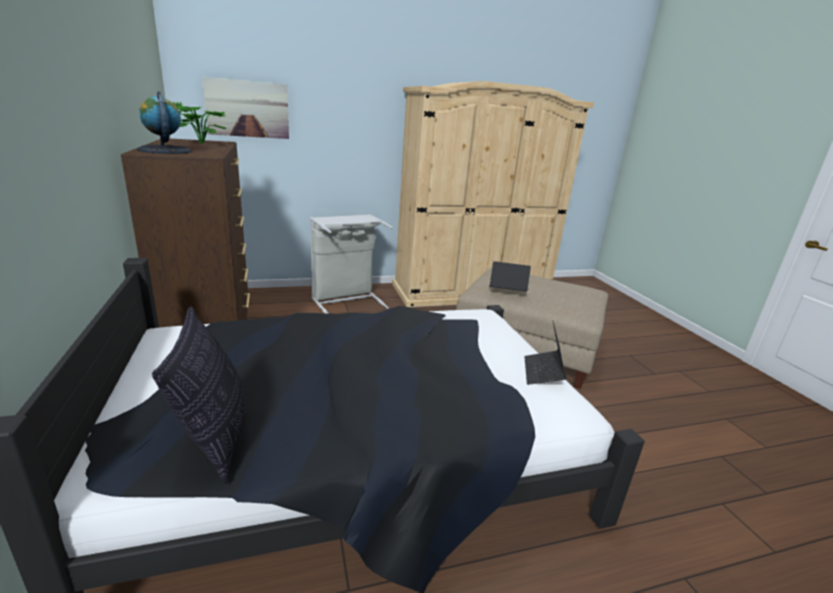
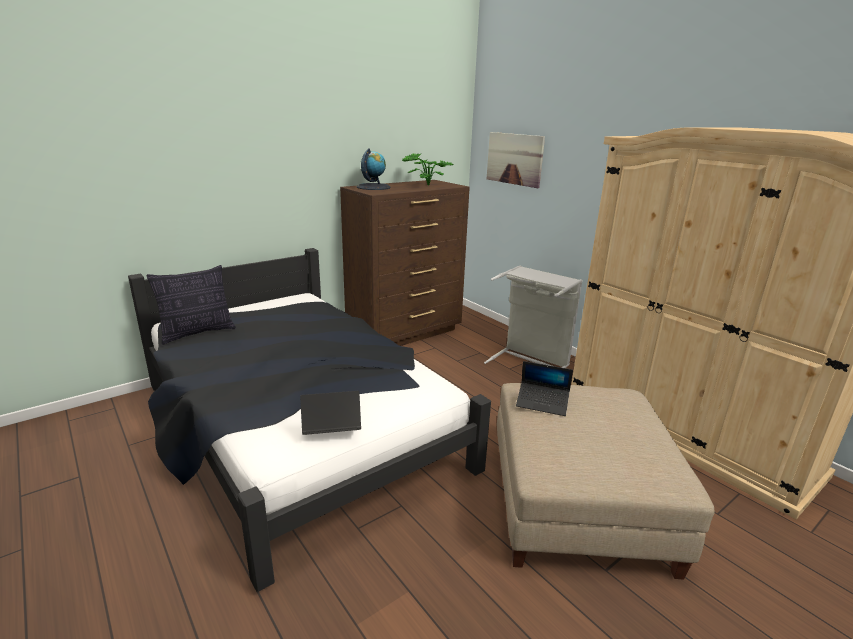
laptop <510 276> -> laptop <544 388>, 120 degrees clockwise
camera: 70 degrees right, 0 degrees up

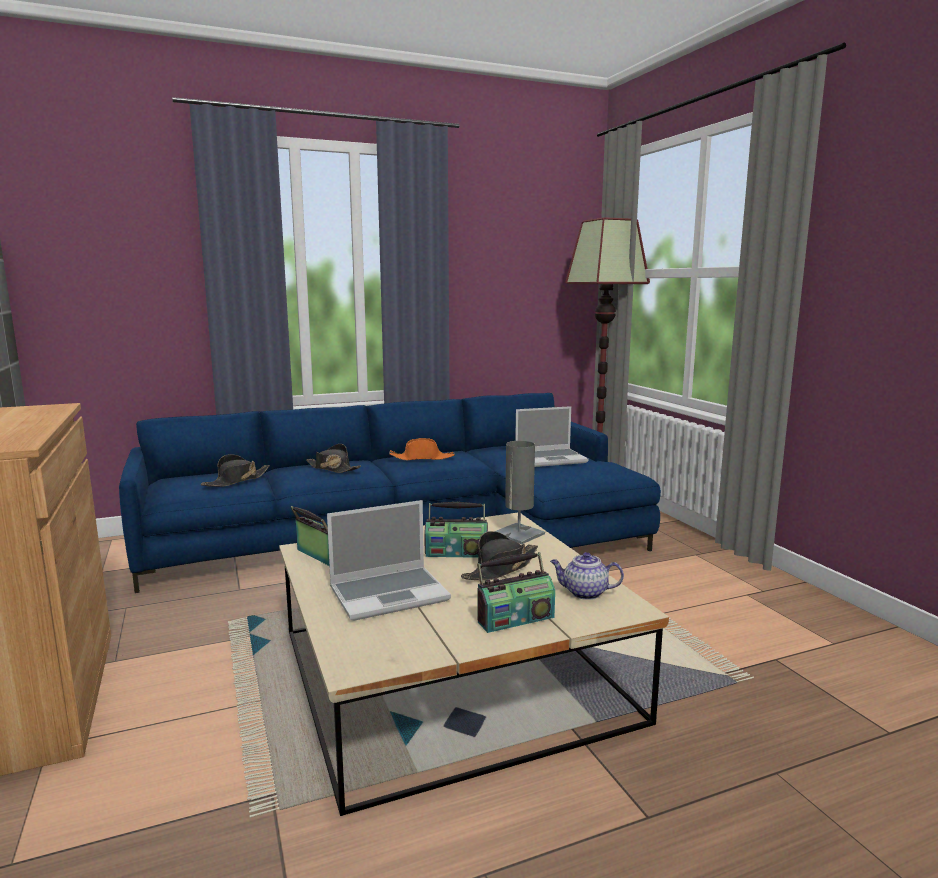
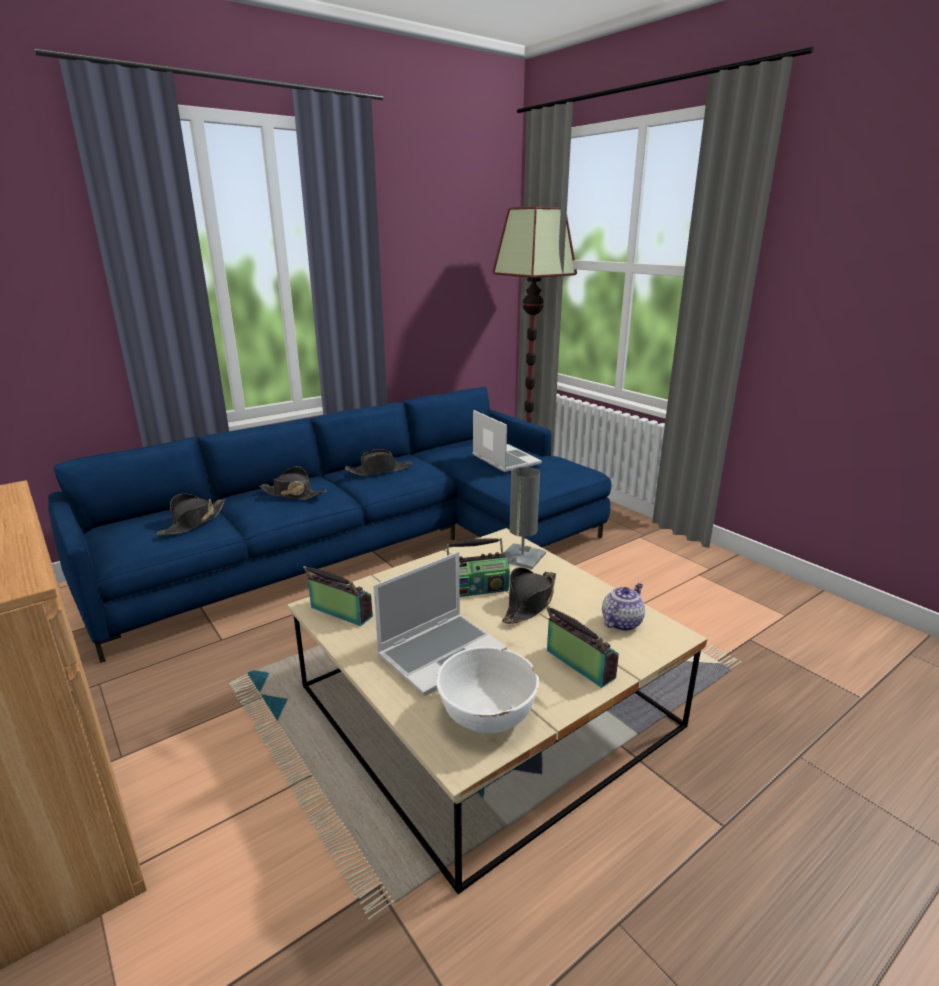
orange hat <422 449> -> black hat <378 462>
radio <516 592> -> radio <582 647>, 90 degrees counterclockwise
laptop <551 436> -> laptop <507 441>, 90 degrees counterclockwise
teapot <587 576> -> teapot <623 607>, 135 degrees clockwise
none -> white bowl <487 690>
camera: 15 degrees left, 10 degrees up

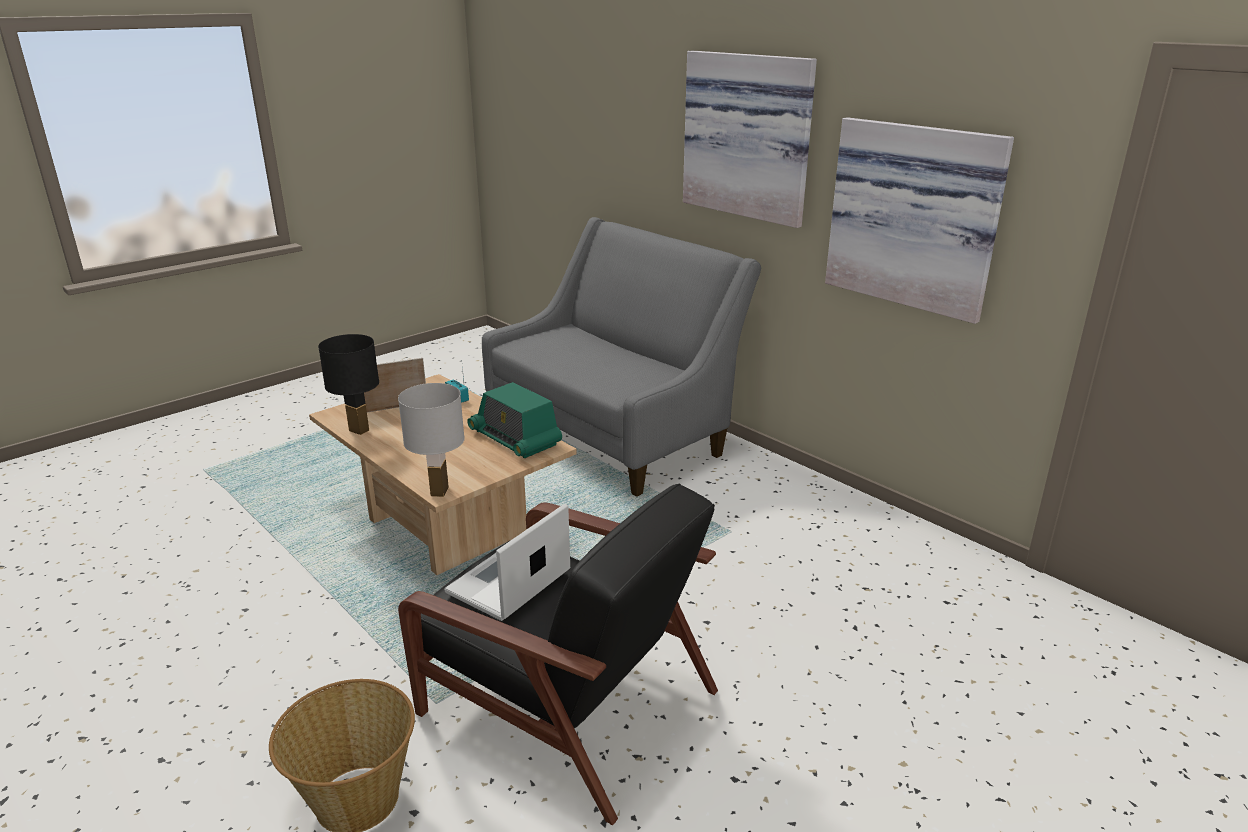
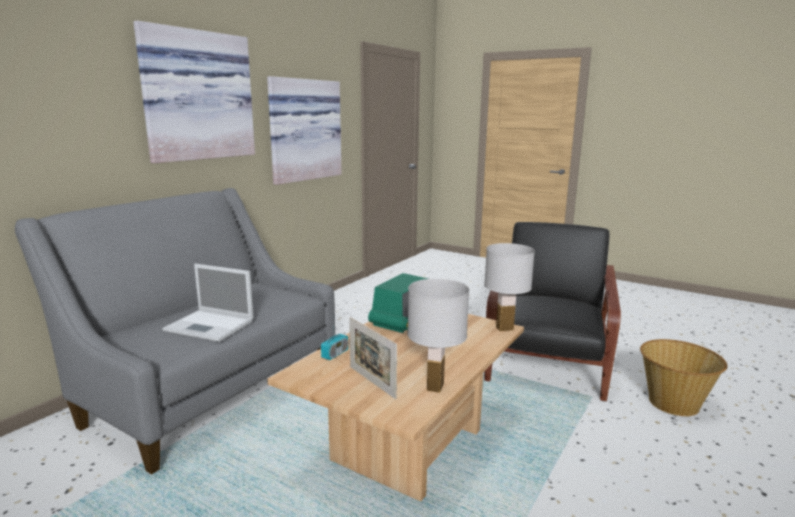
black table lamp <348 384> -> white table lamp <438 336>
laptop <507 562> -> laptop <208 303>, moved
camera: 105 degrees left, 10 degrees down

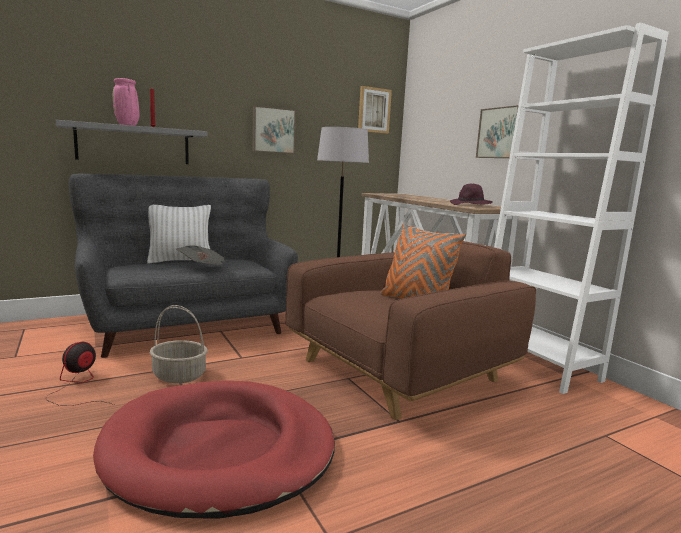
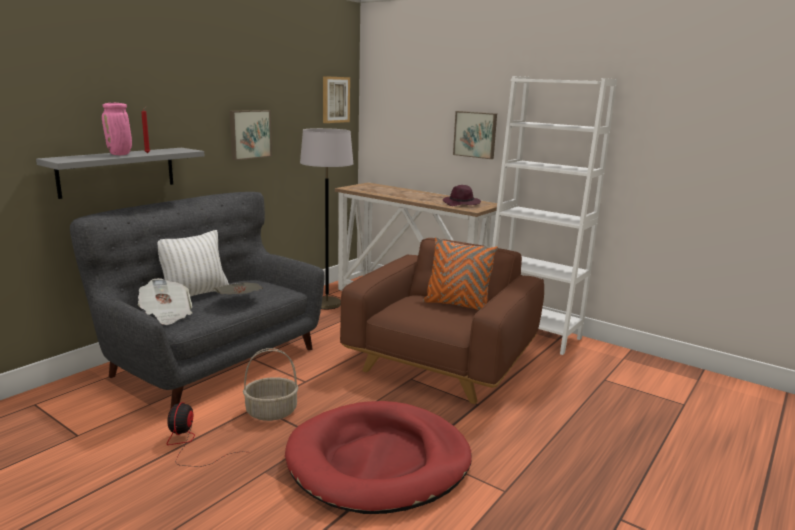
none -> newspaper <165 301>
camera: 25 degrees left, 5 degrees up

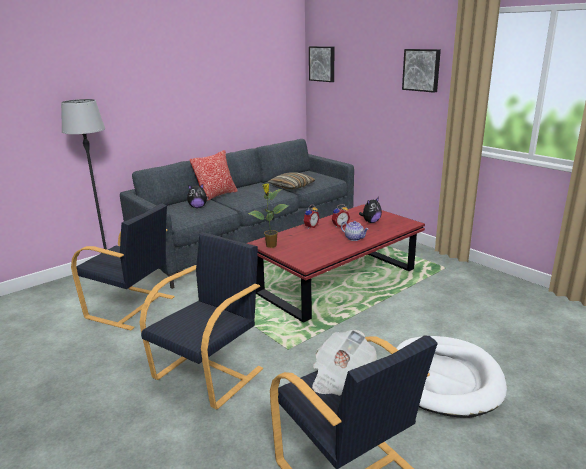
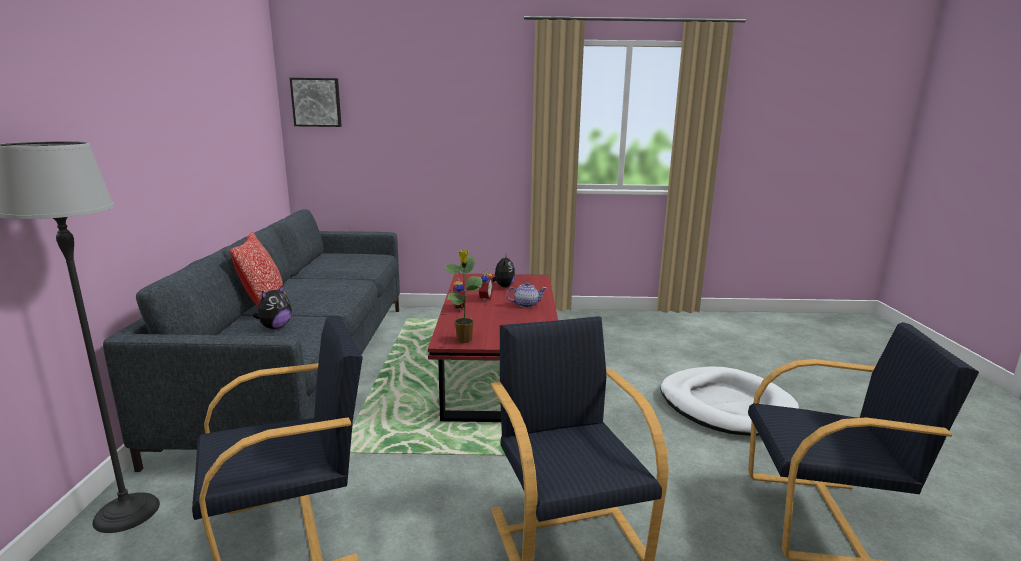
pillow <291 180> -> none
newspaper <344 363> -> none
picture <421 71> -> none
camera: 50 degrees left, 5 degrees down

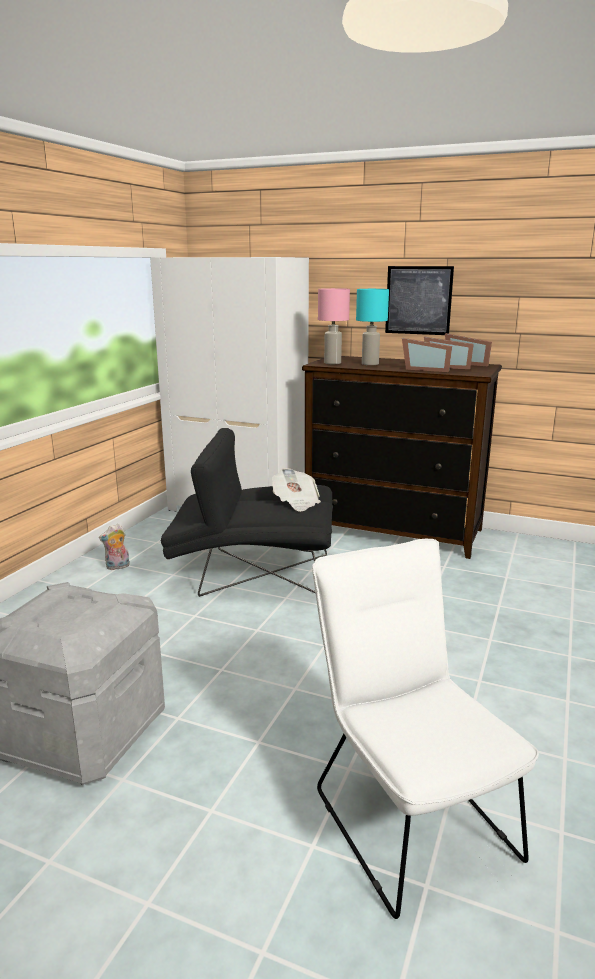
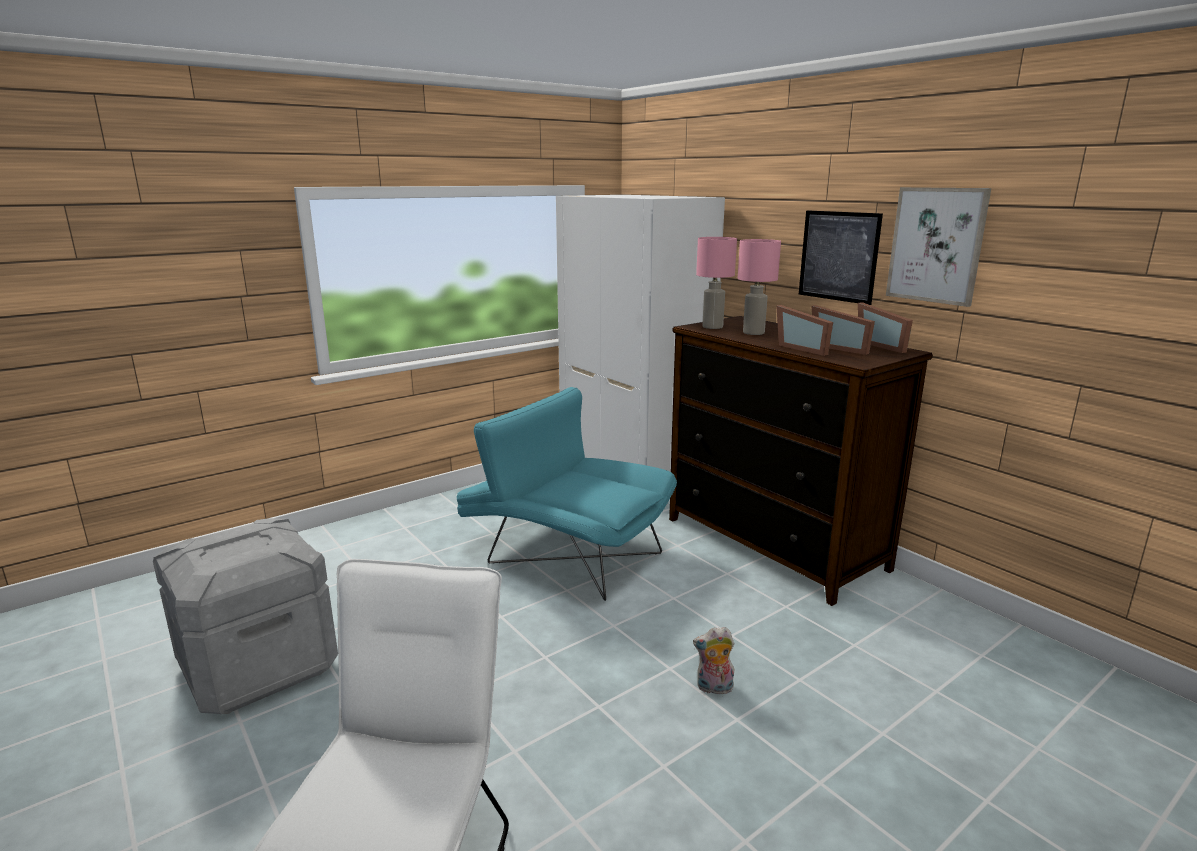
plush toy <114 547> -> plush toy <713 660>, moved
black armchair <247 512> -> turquoise armchair <566 494>
newspaper <296 490> -> none
turquoise table lamp <372 327> -> pink table lamp <759 287>
none -> picture <938 247>
camera: 30 degrees right, 0 degrees up

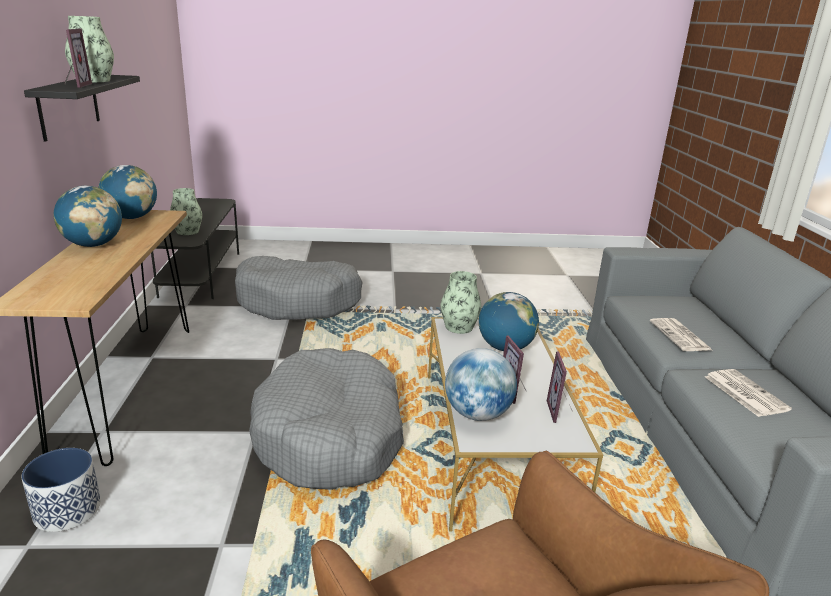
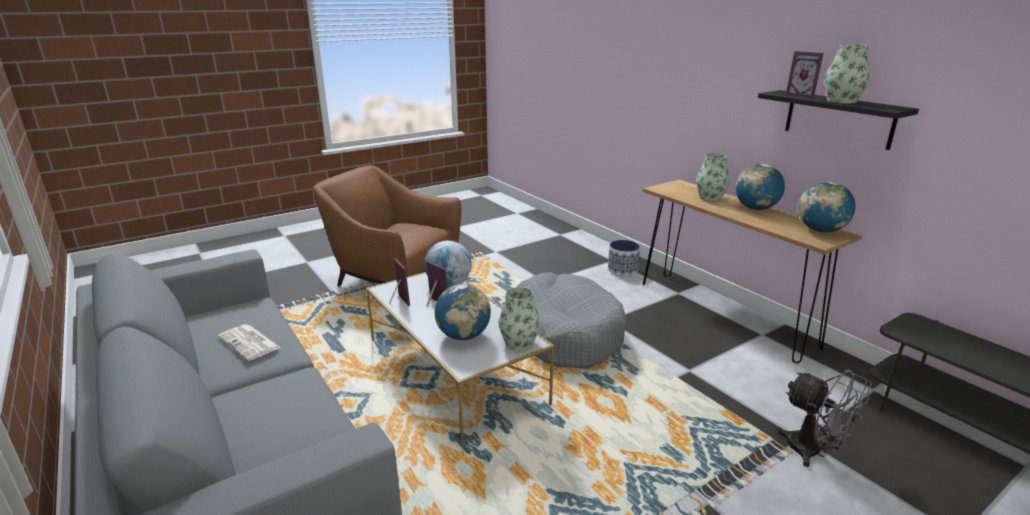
vase <186 211> -> vase <713 177>, moved
grey dog bed <299 288> -> grey fan <824 418>
newspaper <681 334> -> none
camera: 150 degrees right, 0 degrees up

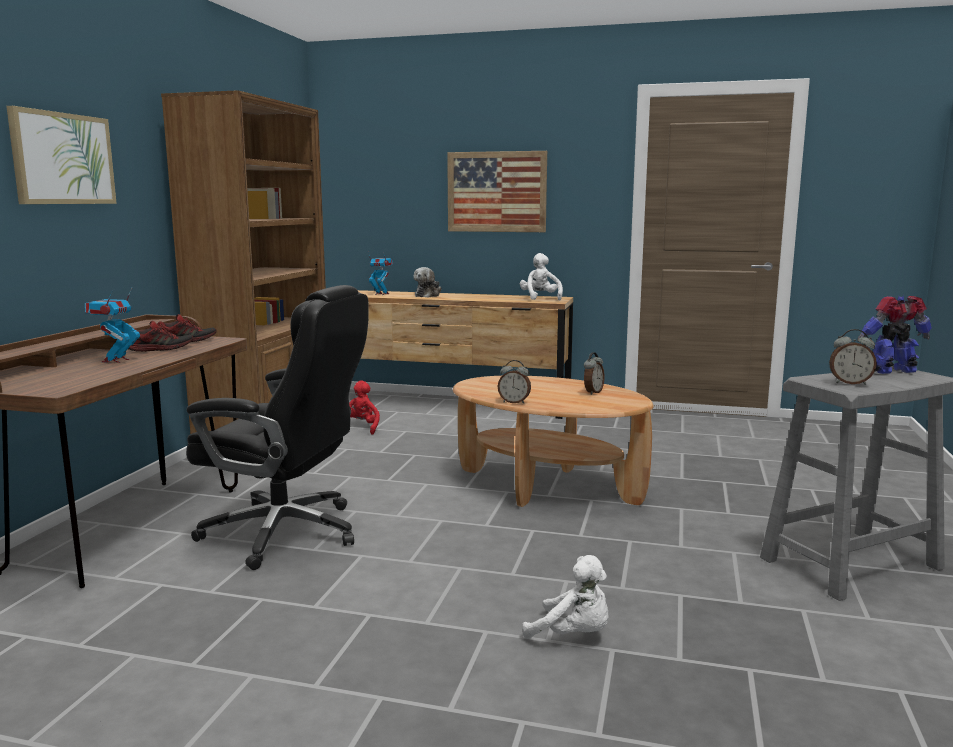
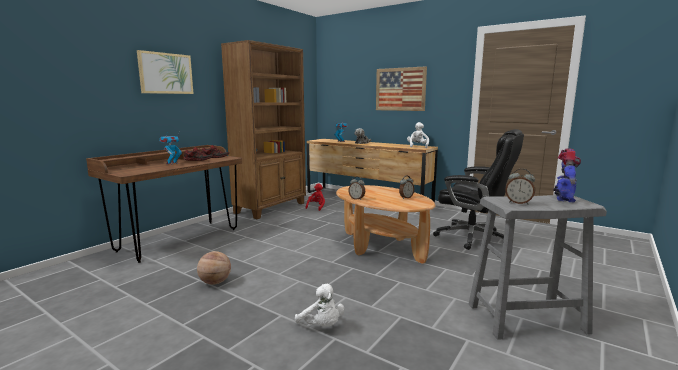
black office chair <277 427> -> black office chair <478 189>, moved
toy robot <894 334> -> toy robot <567 175>, 105 degrees clockwise
none -> basketball <214 267>
camera: 20 degrees right, 0 degrees up

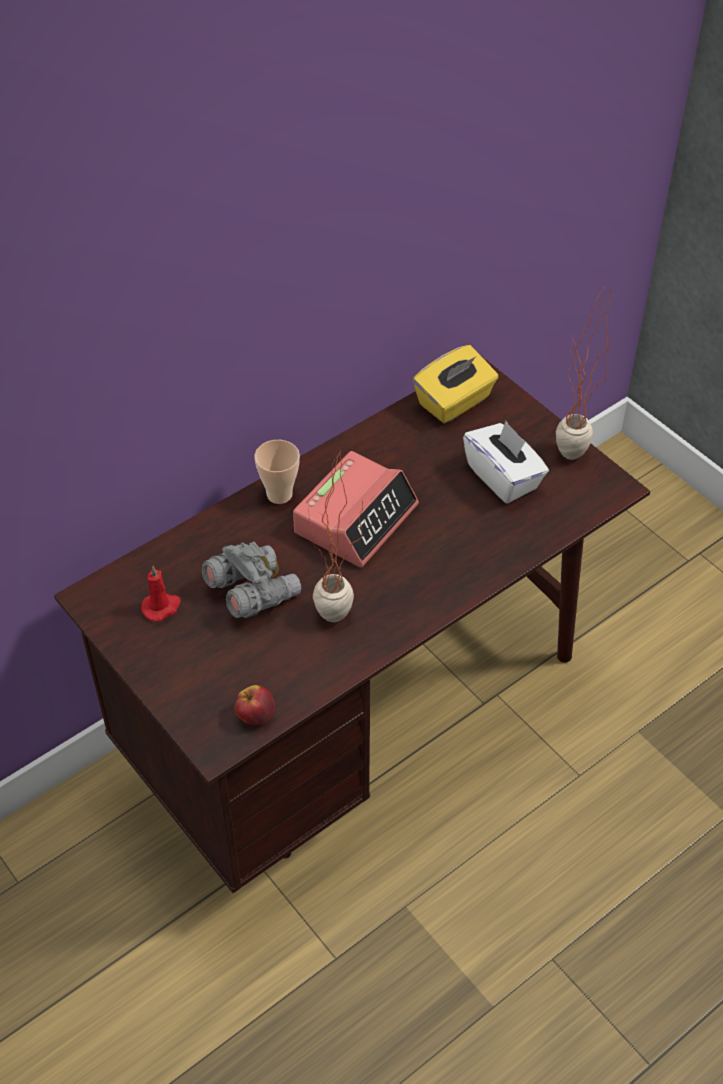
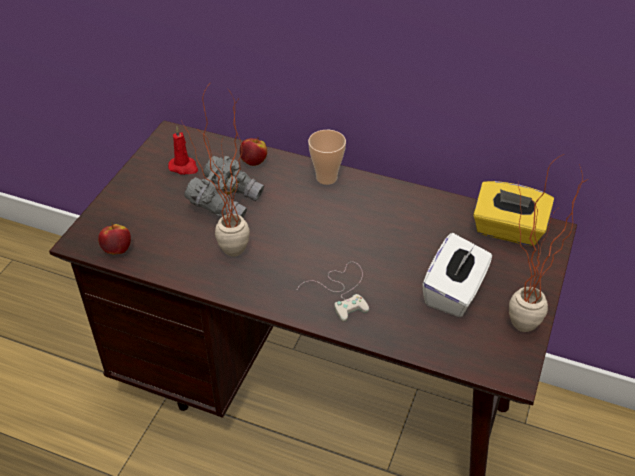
alarm clock <356 509> -> none
none -> apple <253 152>
none -> white game controller <333 292>
camera: 60 degrees right, 5 degrees down

